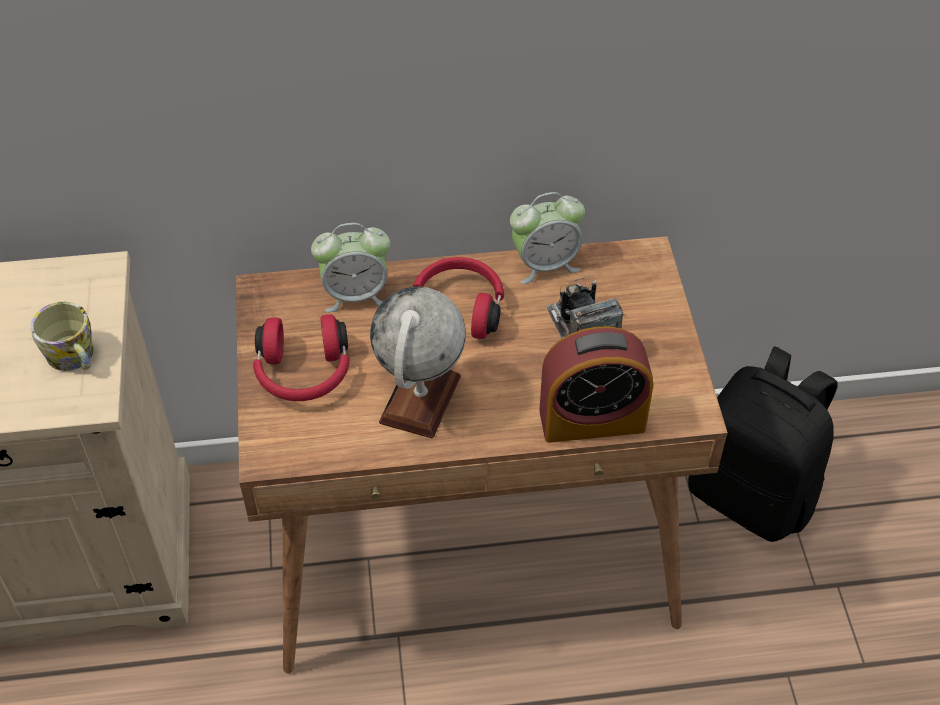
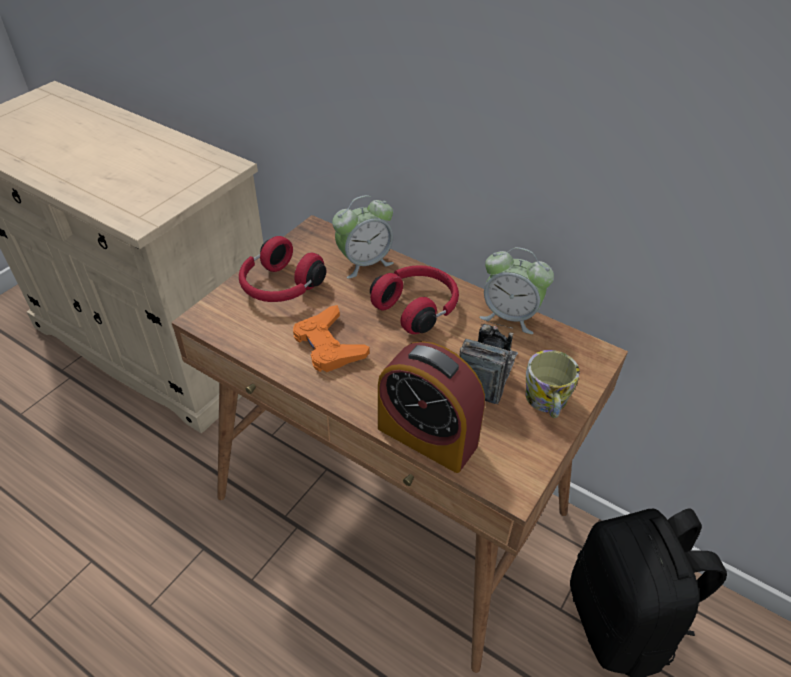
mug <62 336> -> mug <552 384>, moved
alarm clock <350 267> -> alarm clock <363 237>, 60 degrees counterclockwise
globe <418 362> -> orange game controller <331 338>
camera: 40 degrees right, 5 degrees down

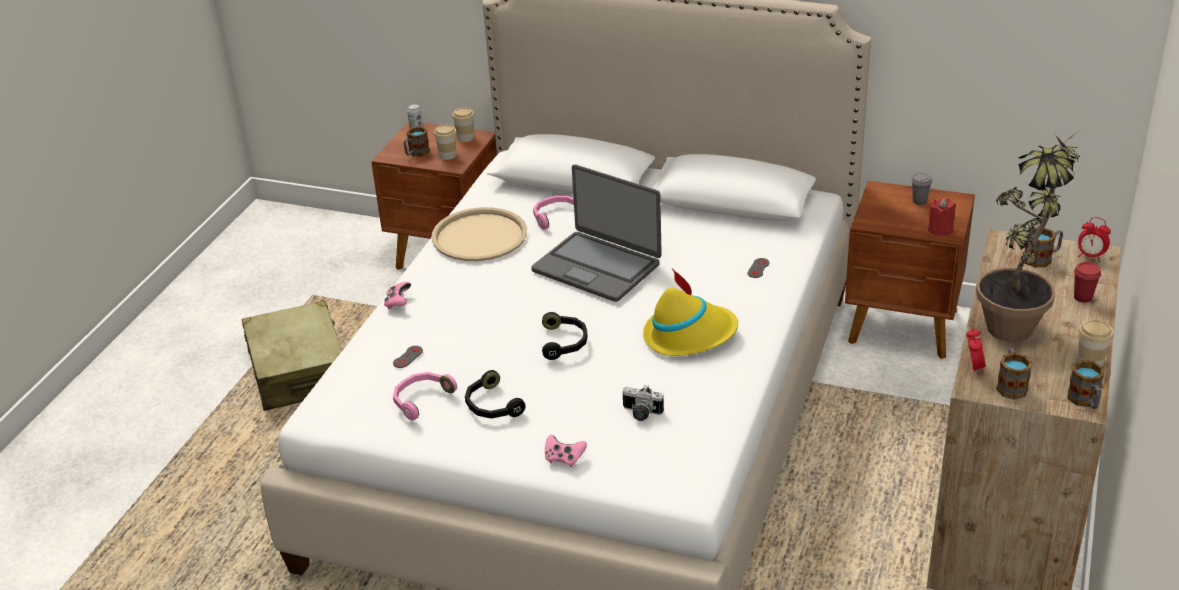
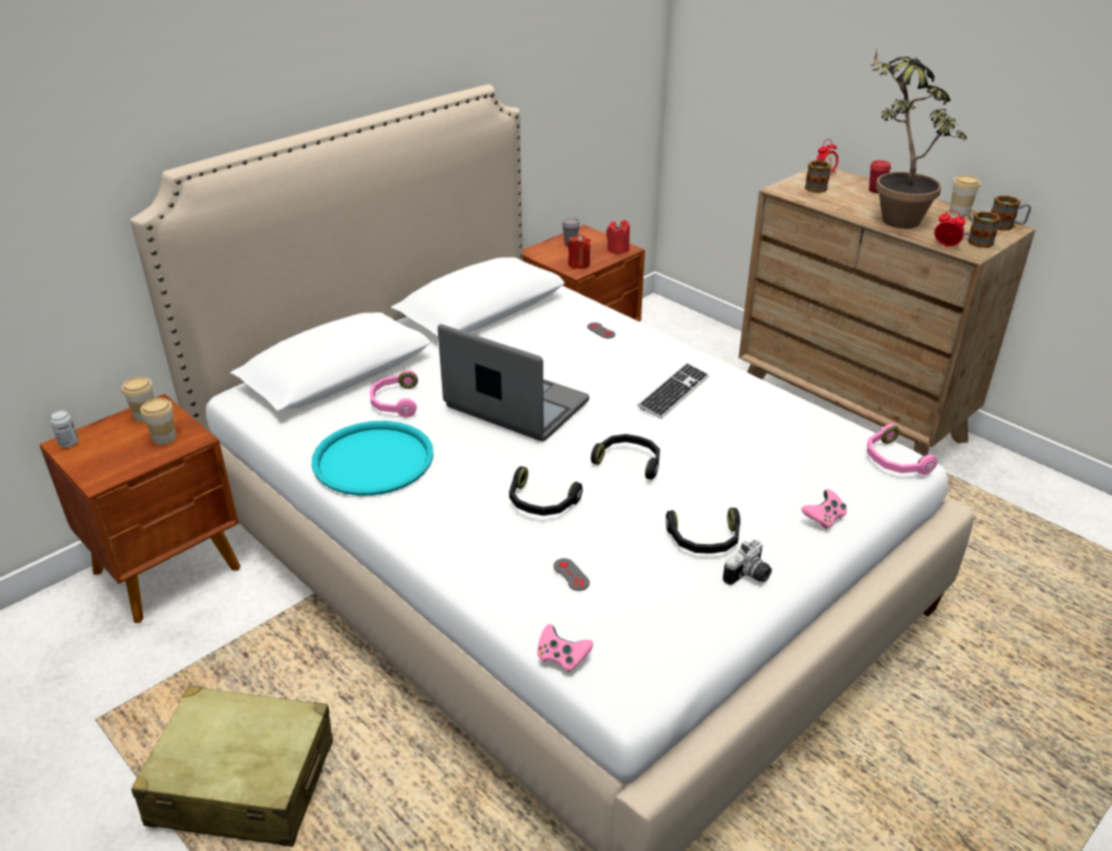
pink game controller <397 295> -> pink game controller <565 648>, moved
pink headphones <425 396> -> pink headphones <902 449>, moved
mug <417 141> -> none
beige tray <479 234> -> turquoise tray <373 458>
laptop <596 233> -> laptop <513 382>, 120 degrees counterclockwise
photo camera <643 403> -> photo camera <747 562>, moved
yellow hat <690 312> -> keyboard <673 391>
none -> black headphones <546 491>
none -> red candle <579 252>
camera: 65 degrees left, 0 degrees up

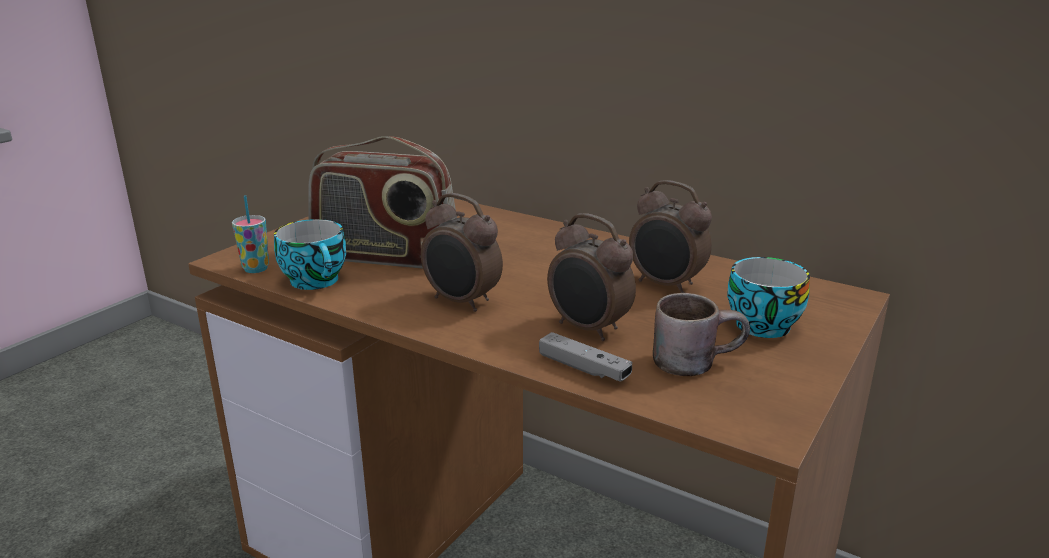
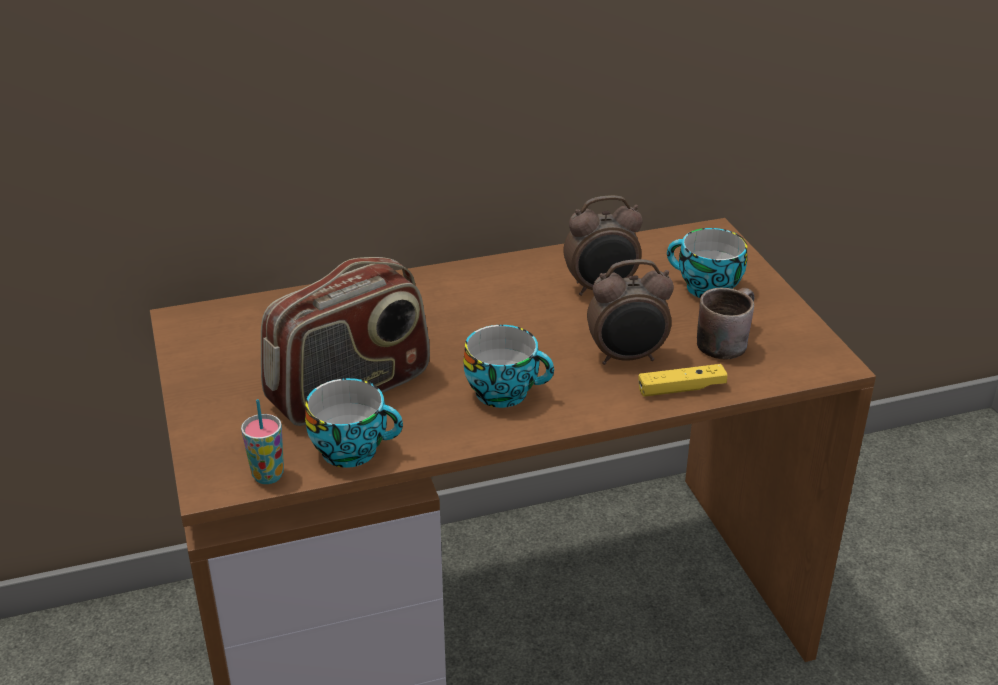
alarm clock <462 252> -> cup <508 366>
grey game controller <585 357> -> yellow game controller <683 380>
camera: 50 degrees left, 10 degrees up

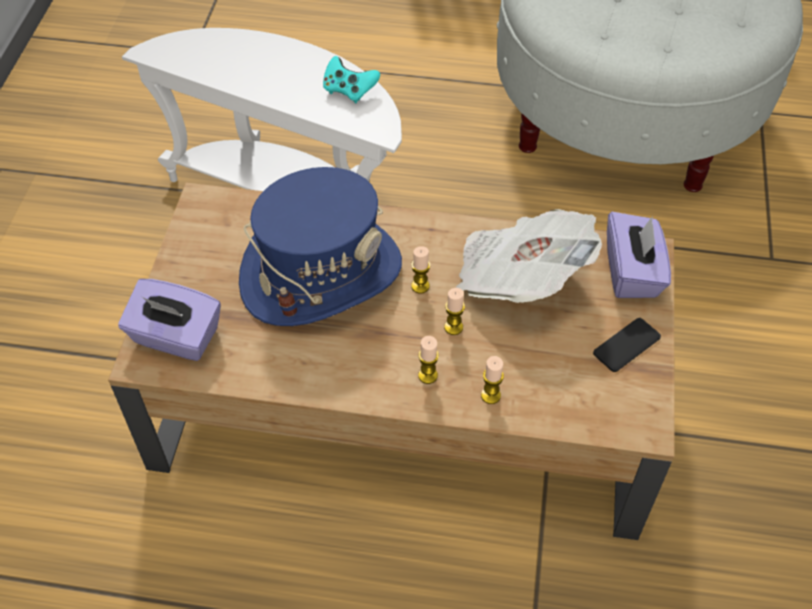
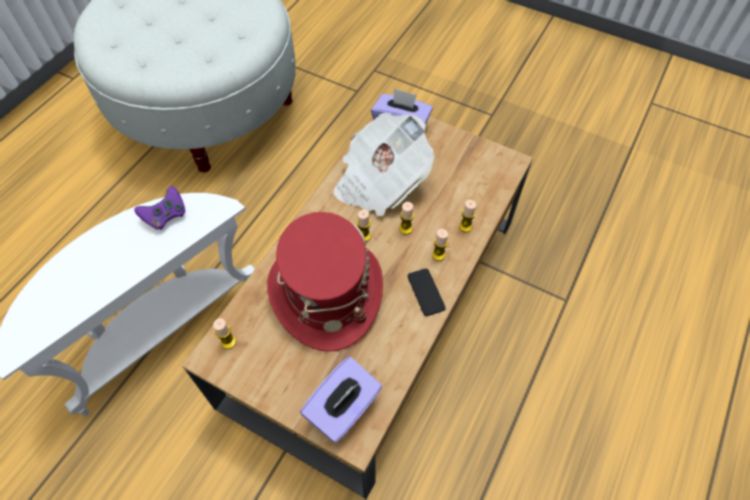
blue hat <320 246> -> red hat <325 282>
turquoise game controller <351 79> -> purple game controller <159 208>
phone <627 345> -> phone <426 292>, moved
none -> candle <224 333>
camera: 70 degrees left, 5 degrees up

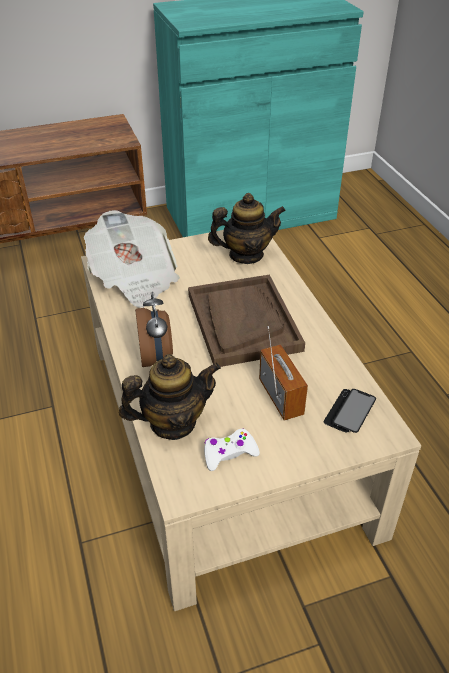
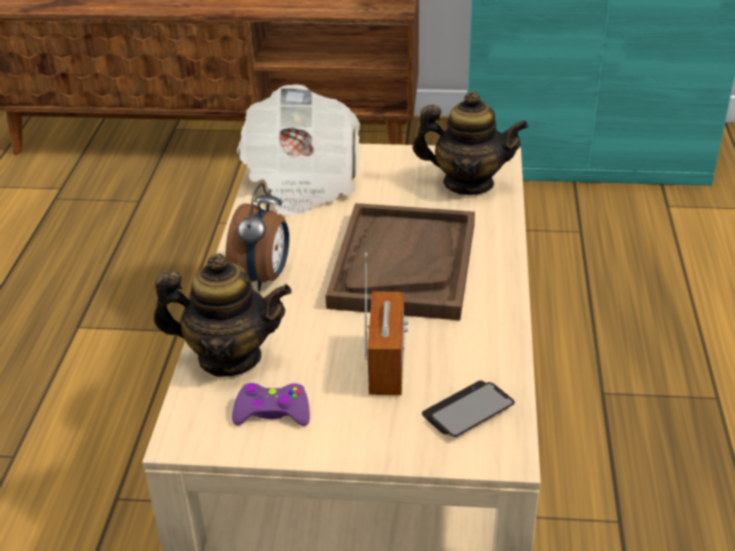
white game controller <232 450> -> purple game controller <271 404>
camera: 25 degrees right, 5 degrees down

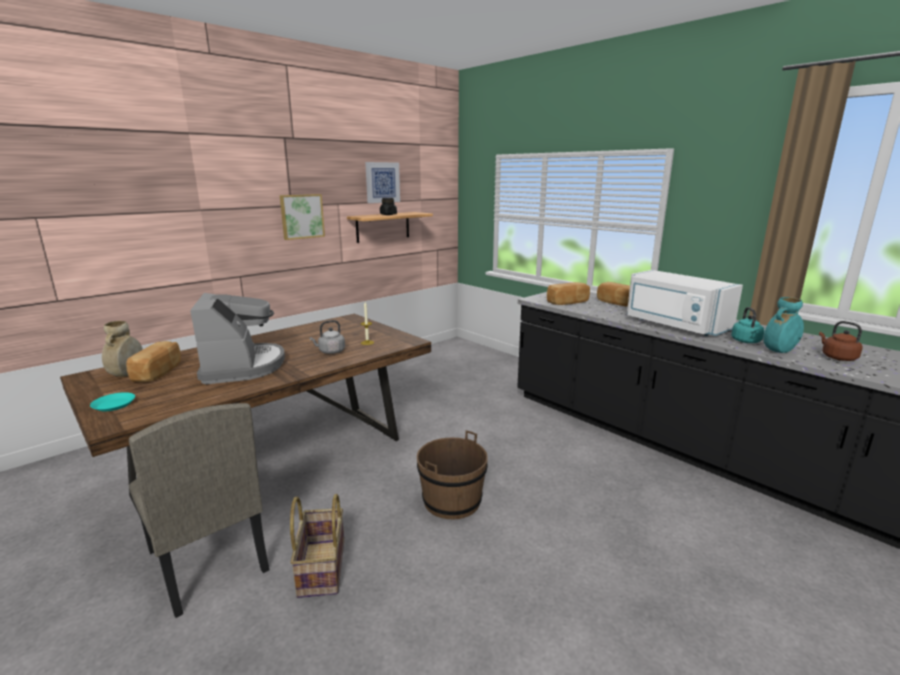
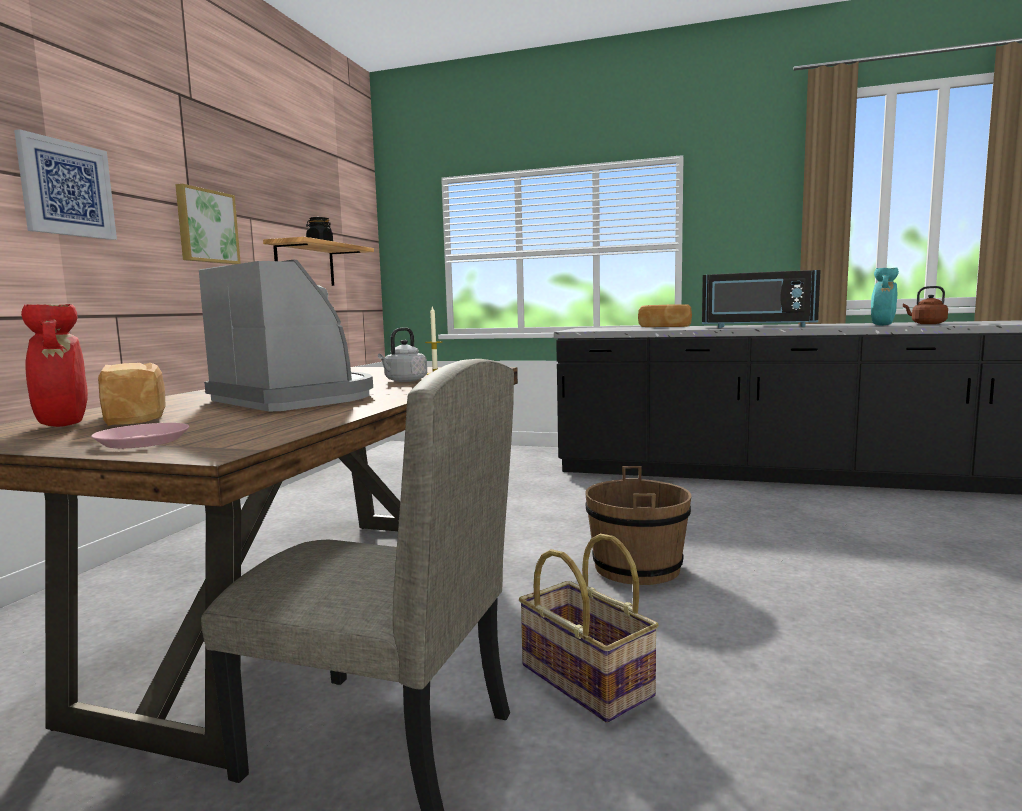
turquoise plate <112 401> -> pink plate <140 436>
beige vase <122 349> -> red vase <54 365>
picture <382 182> -> picture <65 184>, moved
bread <568 293> -> none
white microwave <685 303> -> black microwave <761 299>
turquoise kettle <748 325> -> none
camera: 30 degrees left, 10 degrees down

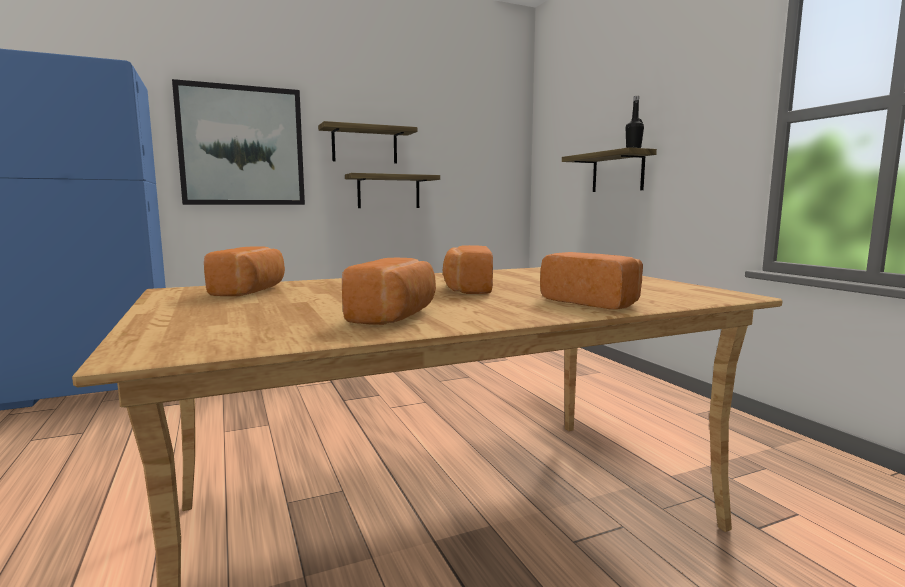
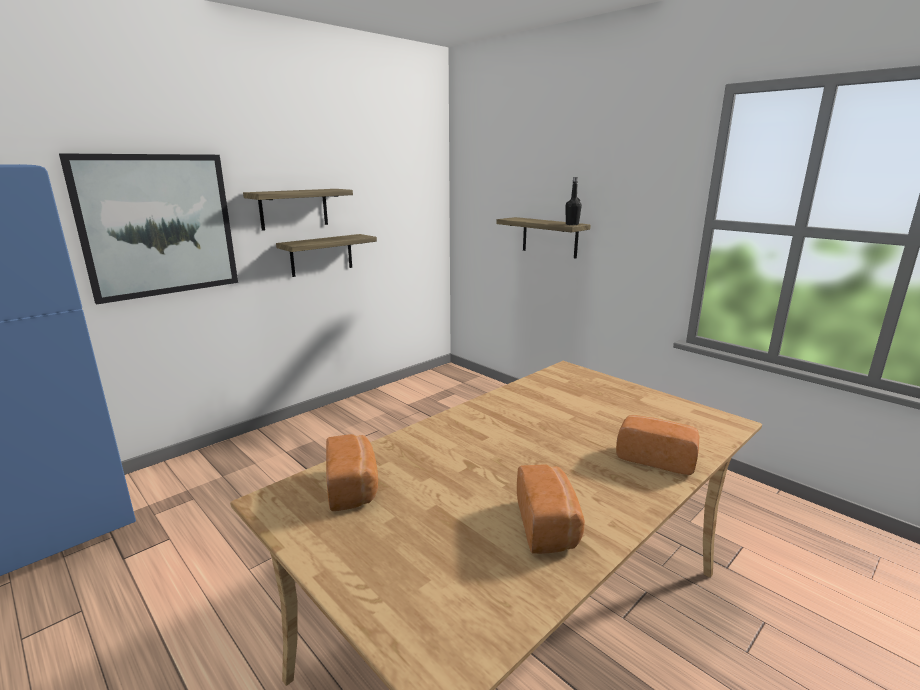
bread <468 269> -> none
camera: 20 degrees left, 10 degrees up

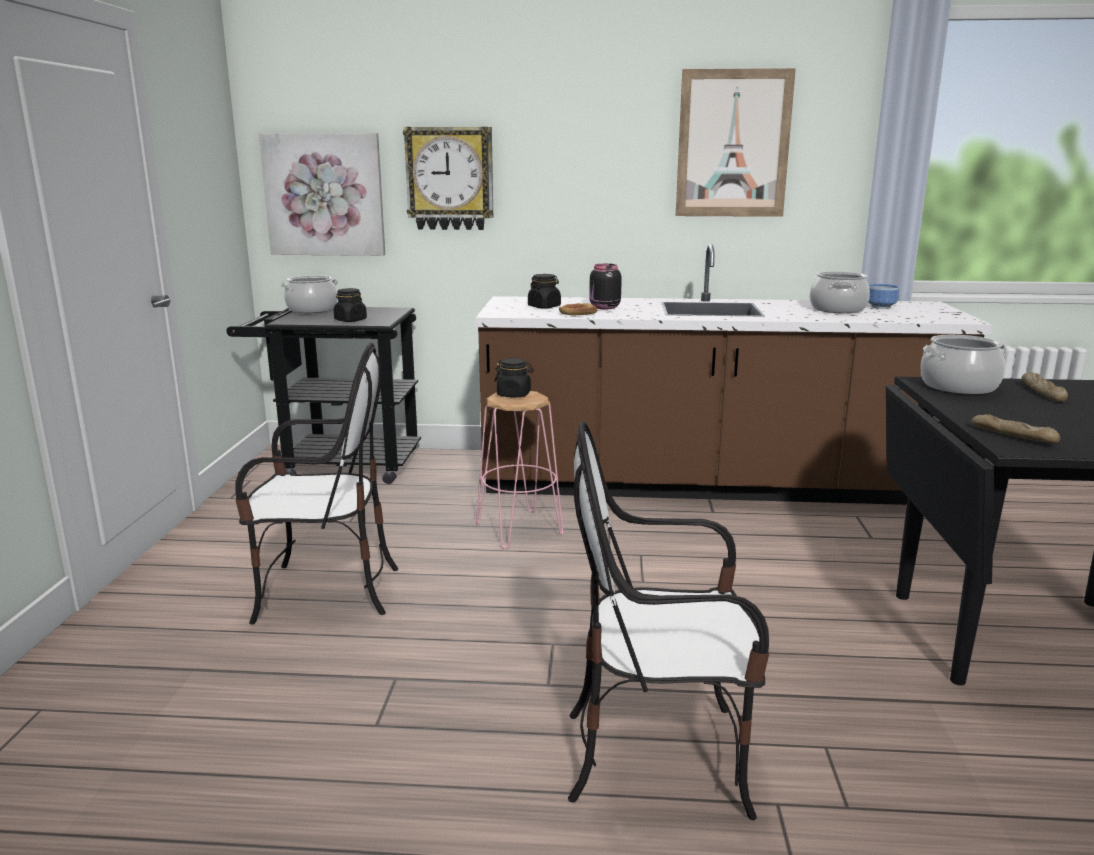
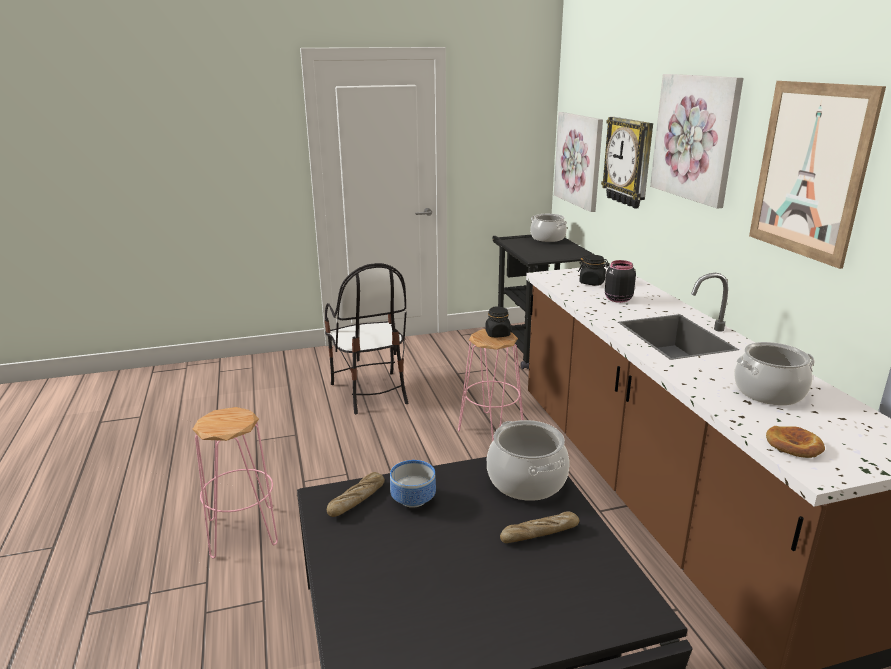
black jar <350 305> -> none
bread <578 309> -> bread <795 442>, moved
chair <668 620> -> pink stool <235 483>
bowl <883 296> -> bowl <413 484>, moved
none -> picture <696 141>
camera: 70 degrees right, 5 degrees up

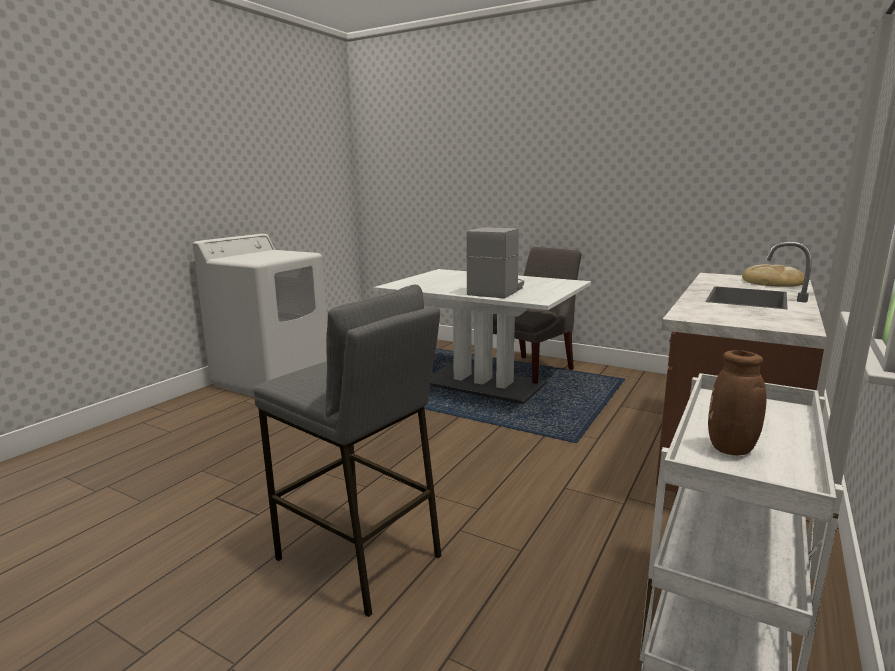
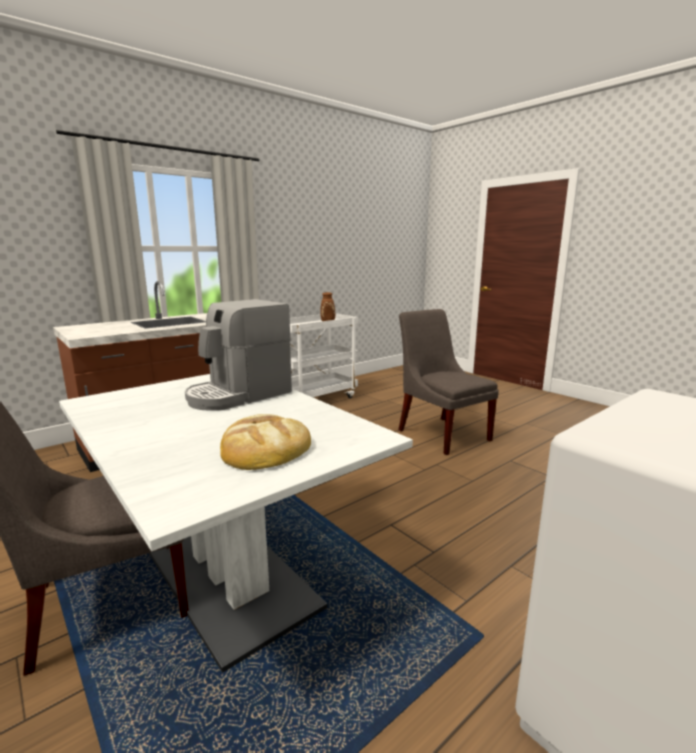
grey stool <347 451> -> grey chair <448 382>
bread <773 275> -> bread <265 442>, moved
camera: 160 degrees left, 0 degrees up

